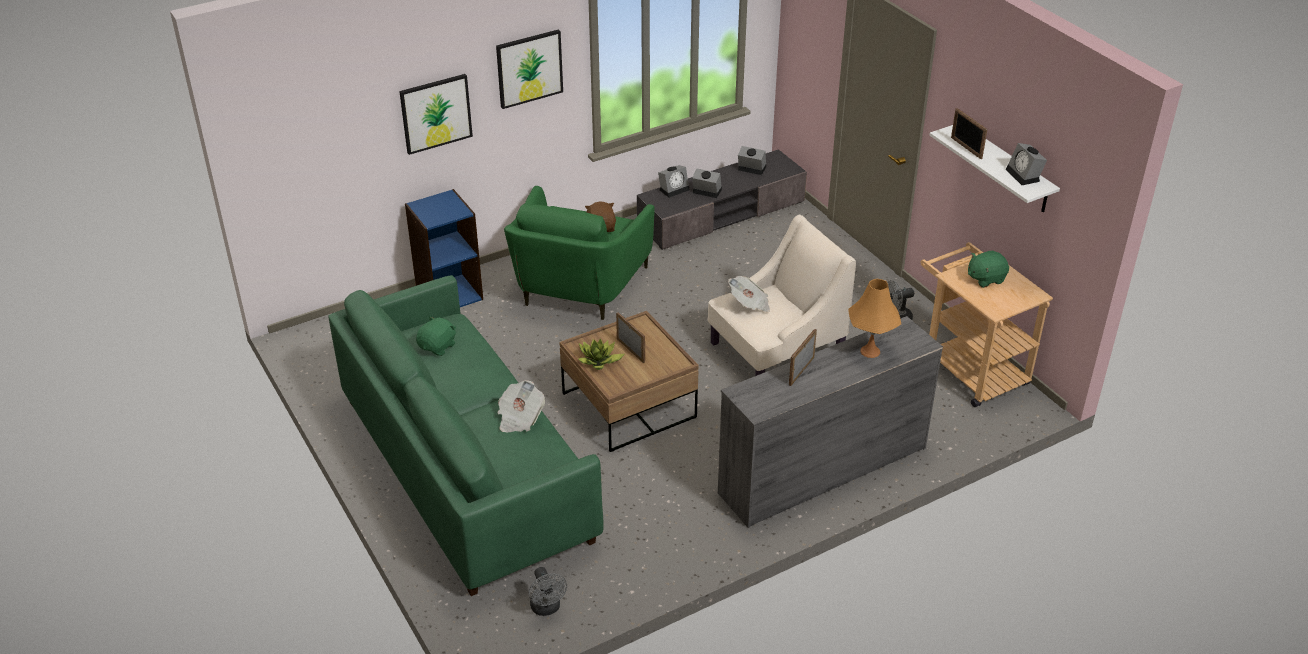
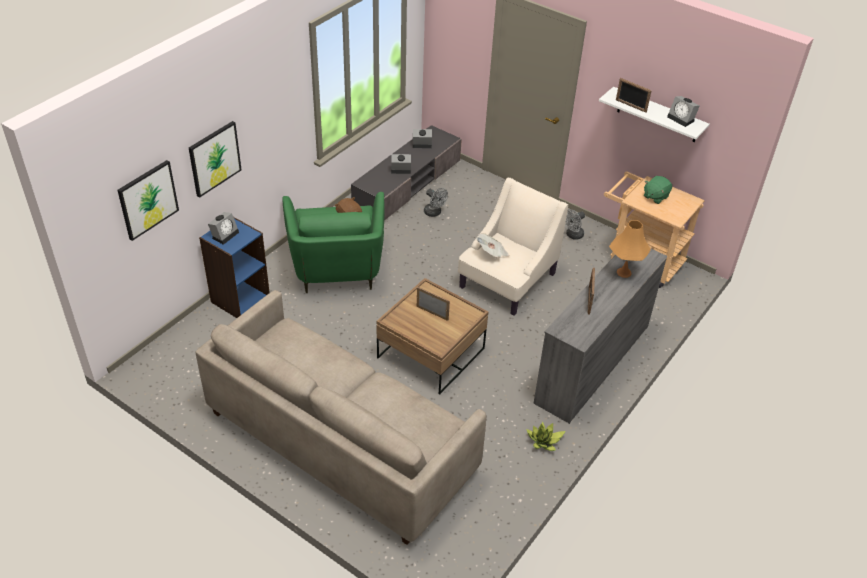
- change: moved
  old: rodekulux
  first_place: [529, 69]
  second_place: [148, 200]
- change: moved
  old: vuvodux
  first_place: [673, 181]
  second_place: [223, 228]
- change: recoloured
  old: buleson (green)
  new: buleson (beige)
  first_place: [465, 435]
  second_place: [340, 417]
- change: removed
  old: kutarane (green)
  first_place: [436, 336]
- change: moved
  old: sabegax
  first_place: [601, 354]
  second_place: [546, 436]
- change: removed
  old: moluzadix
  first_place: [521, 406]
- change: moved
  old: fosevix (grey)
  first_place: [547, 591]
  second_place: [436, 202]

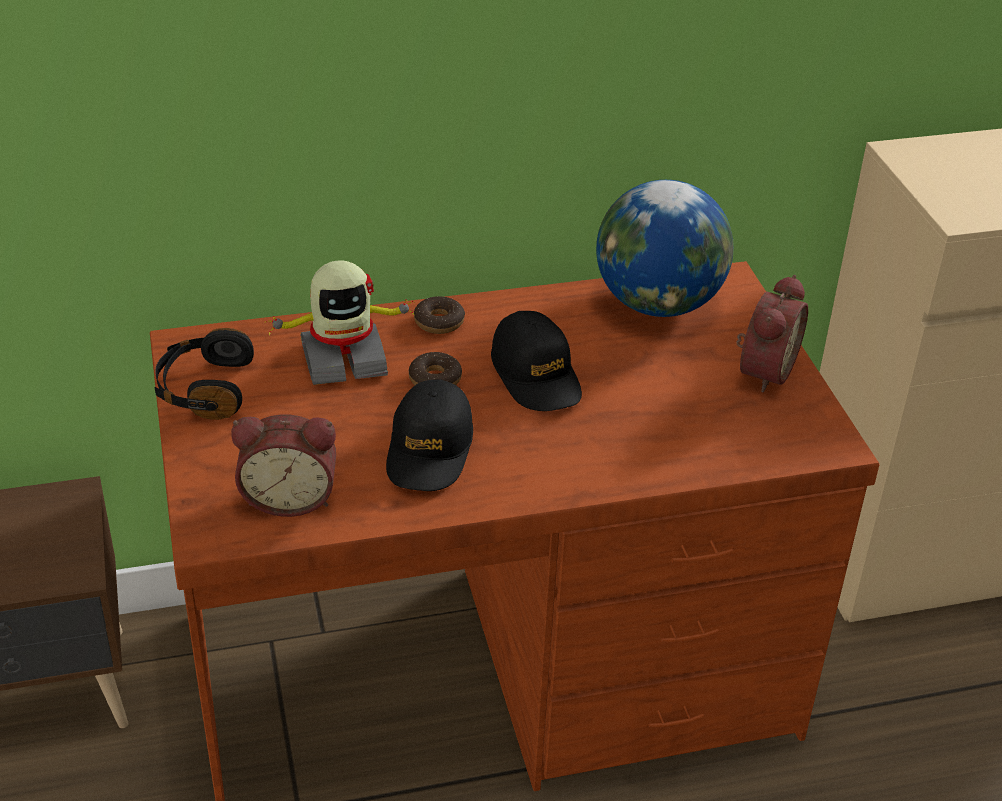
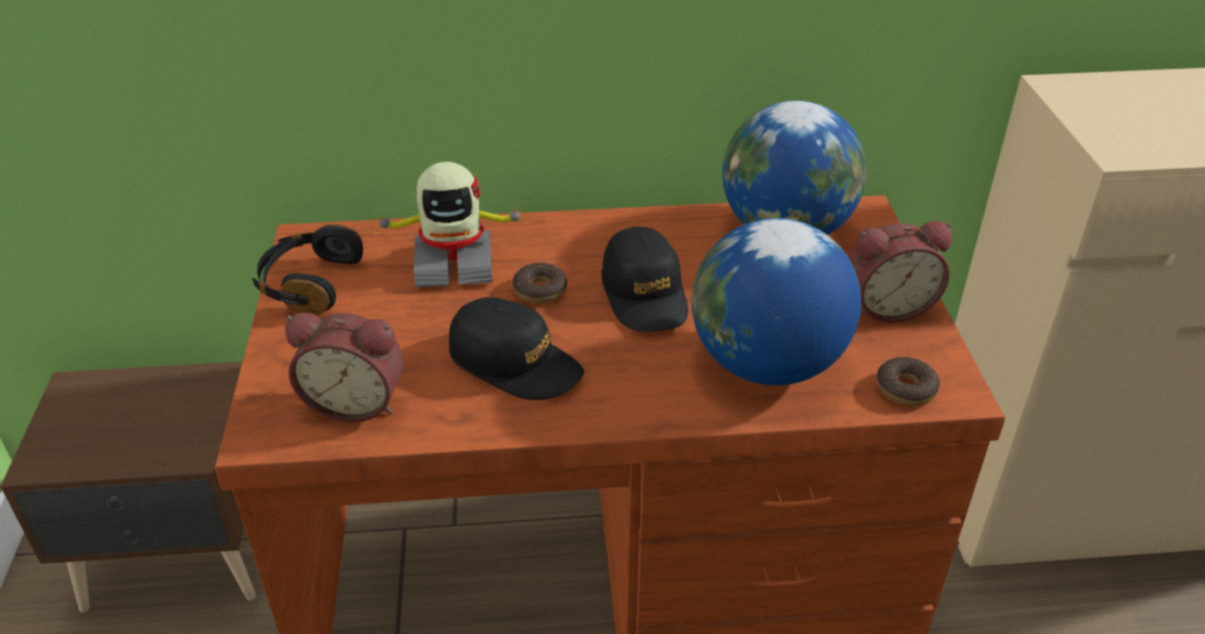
- change: turned
  old: vuvodux
  first_place: [772, 334]
  second_place: [900, 272]
  degrees: 45
- change: moved
  old: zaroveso
  first_place: [439, 315]
  second_place: [908, 381]
- change: turned
  old: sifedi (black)
  first_place: [429, 435]
  second_place: [516, 348]
  degrees: -75
- change: added
  new: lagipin
  second_place: [776, 301]

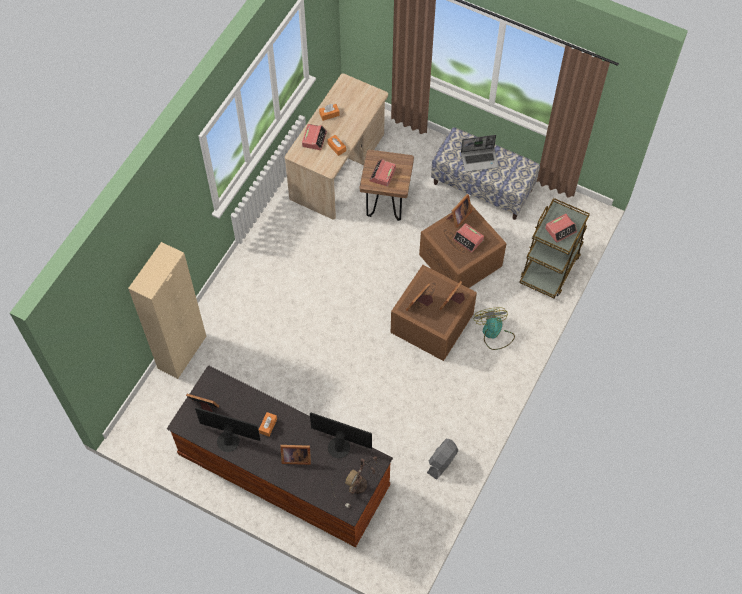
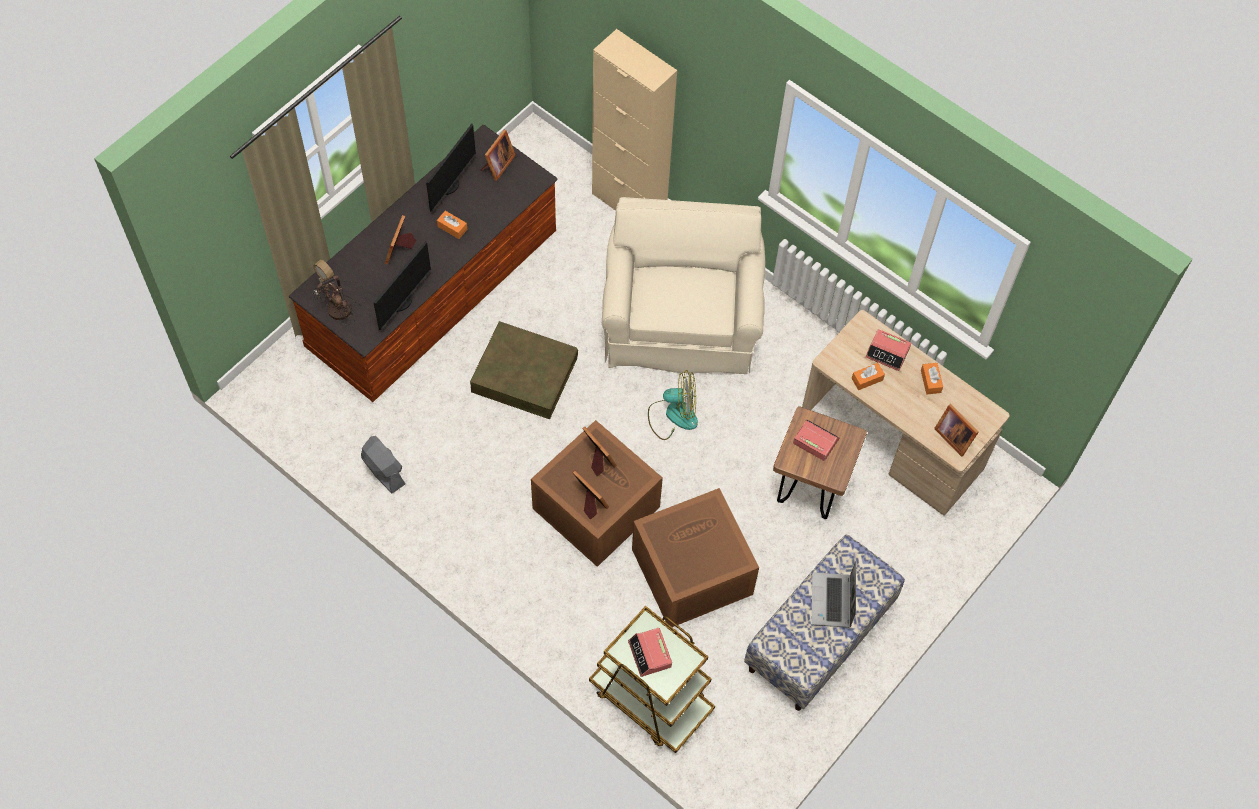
- change: moved
  old: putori
  first_place: [459, 211]
  second_place: [956, 430]
- change: removed
  old: vuvodux
  first_place: [468, 238]
- change: moved
  old: fosevix
  first_place: [494, 328]
  second_place: [673, 405]
- change: added
  new: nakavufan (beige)
  second_place: [683, 285]
- change: added
  new: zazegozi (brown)
  second_place: [524, 370]

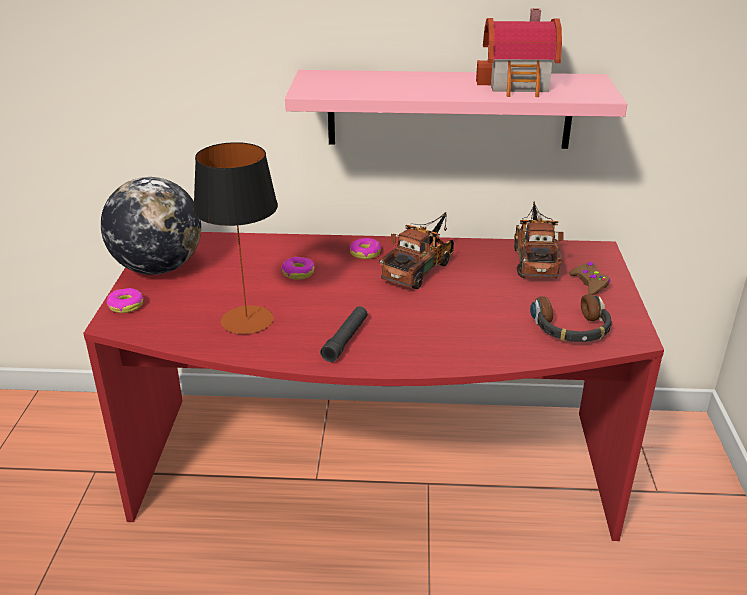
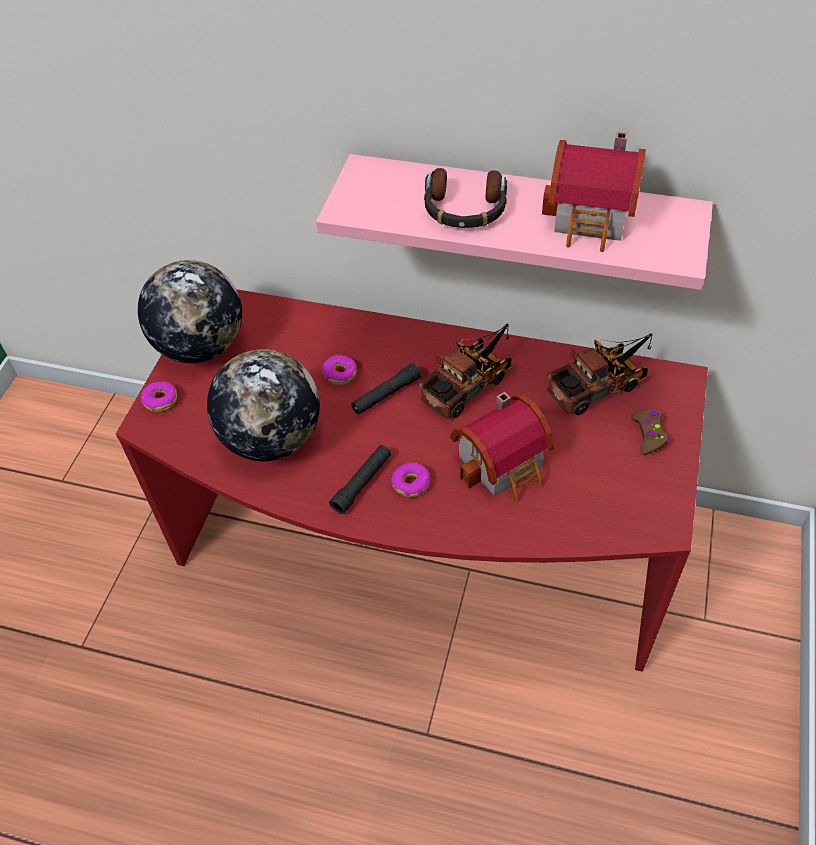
- change: replaced
  old: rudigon
  new: lagipin
  first_place: [235, 238]
  second_place: [263, 405]
- change: turned
  old: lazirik
  first_place: [538, 239]
  second_place: [599, 374]
  degrees: 45
- change: moved
  old: zaroveso
  first_place: [365, 248]
  second_place: [411, 480]
- change: moved
  old: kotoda
  first_place: [571, 318]
  second_place: [465, 198]
- change: added
  new: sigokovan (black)
  second_place: [386, 389]
- change: added
  new: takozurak
  second_place: [502, 447]

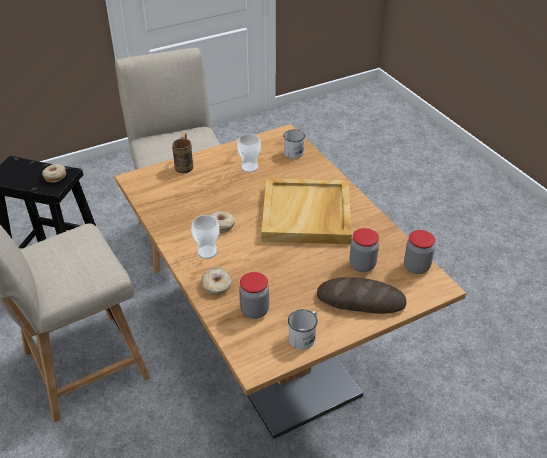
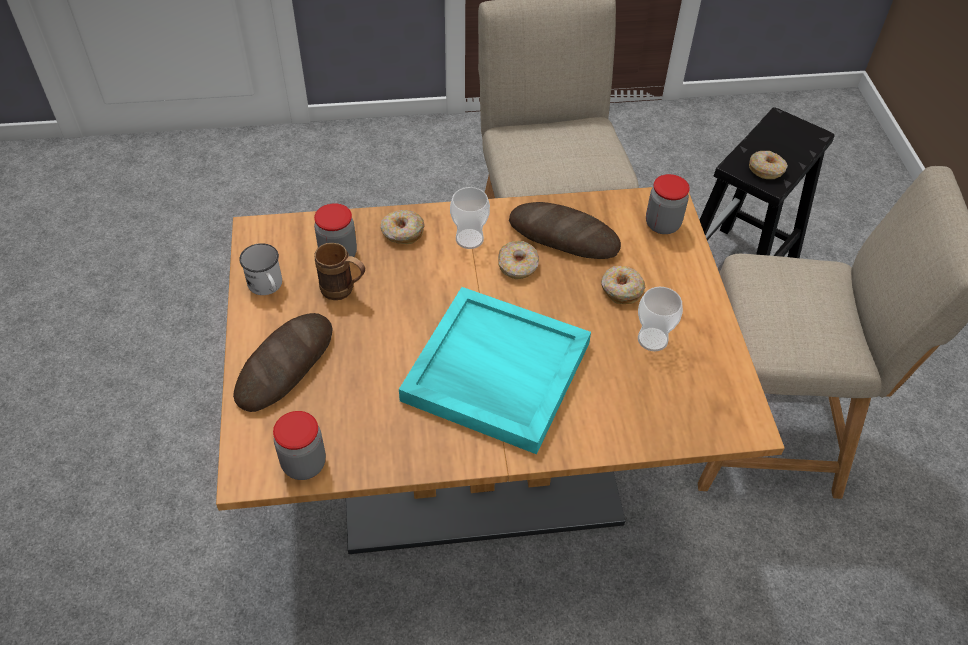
- change: removed
  old: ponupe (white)
  first_place: [294, 144]
- change: moved
  old: ponupe (brown)
  first_place: [182, 153]
  second_place: [340, 271]
- change: recoloured
  old: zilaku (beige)
  new: zilaku (turquoise)
  first_place: [306, 211]
  second_place: [495, 370]
- change: moved
  old: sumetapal
  first_place: [364, 250]
  second_place: [668, 204]
- change: added
  new: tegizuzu
  second_place: [565, 230]
- change: added
  new: zaroveso
  second_place: [623, 285]

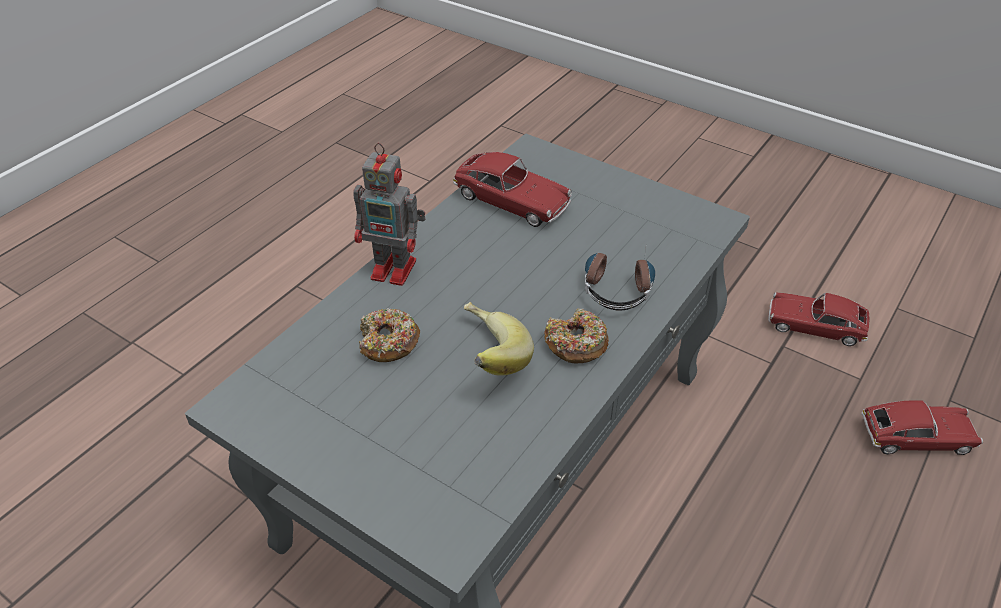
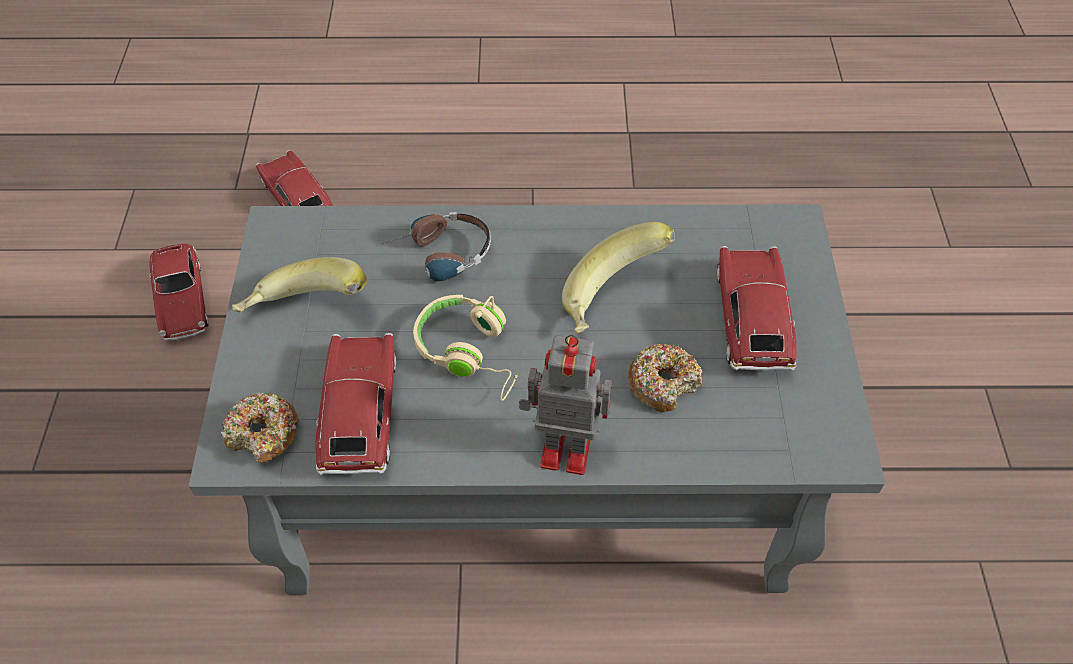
- change: turned
  old: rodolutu
  first_place: [389, 214]
  second_place: [565, 405]
  degrees: -60
- change: moved
  old: zaroveso
  first_place: [576, 336]
  second_place: [260, 428]
- change: added
  new: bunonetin
  second_place: [757, 308]
- change: added
  new: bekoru
  second_place: [299, 284]
- change: added
  new: kotoda (beige)
  second_place: [466, 348]

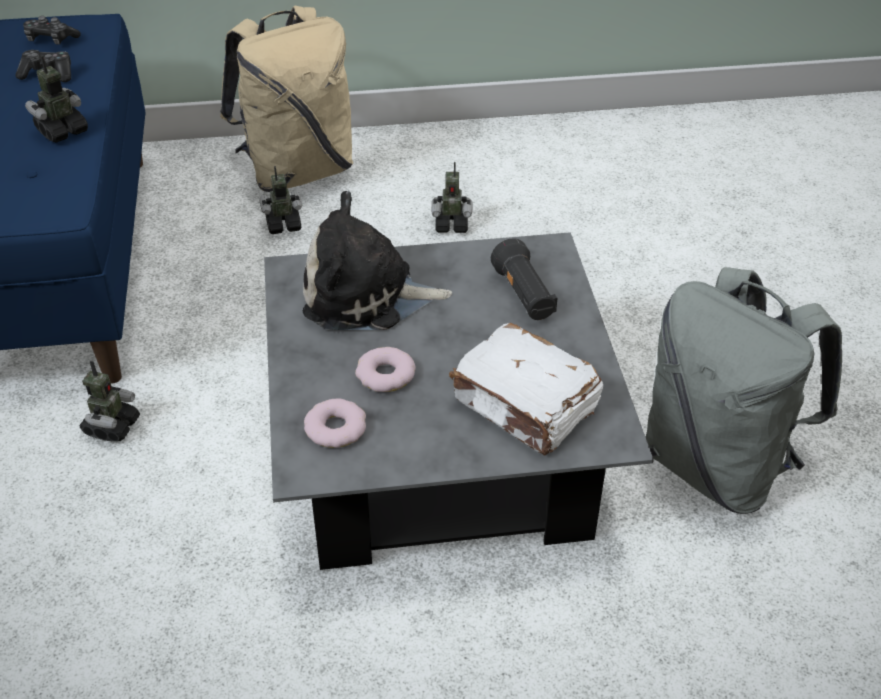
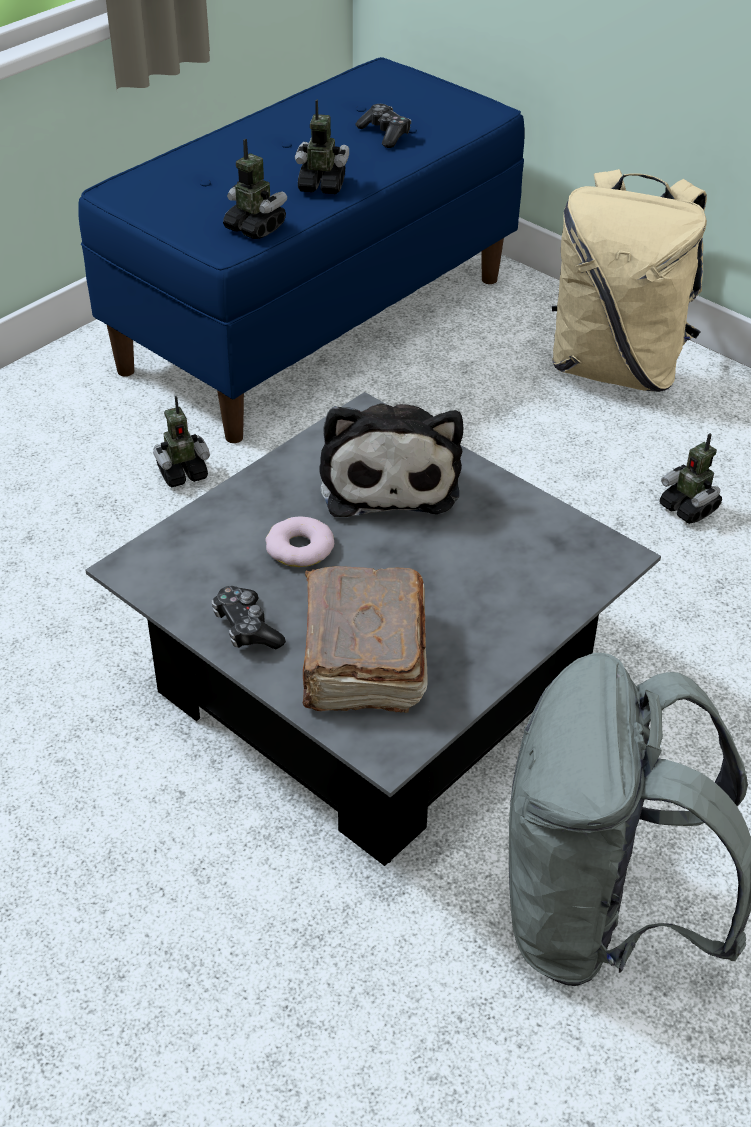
- change: moved
  old: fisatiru
  first_place: [52, 30]
  second_place: [248, 617]
- change: moved
  old: rodolutu
  first_place: [281, 200]
  second_place: [255, 189]
- change: turned
  old: kutarane
  first_place: [377, 260]
  second_place: [391, 460]
  degrees: -150
- change: removed
  old: sigokovan (black)
  first_place: [524, 279]
- change: recoloured
  old: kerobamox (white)
  new: kerobamox (brown)
  first_place: [526, 389]
  second_place: [365, 639]
- change: removed
  old: zaroveso
  first_place: [335, 423]

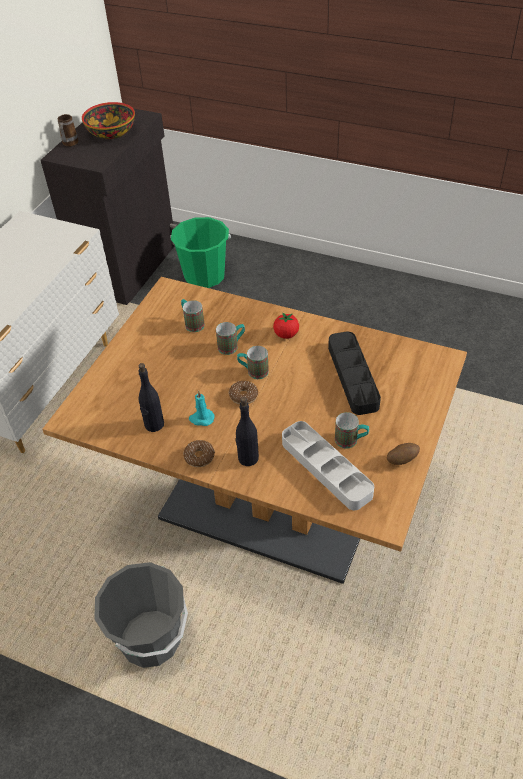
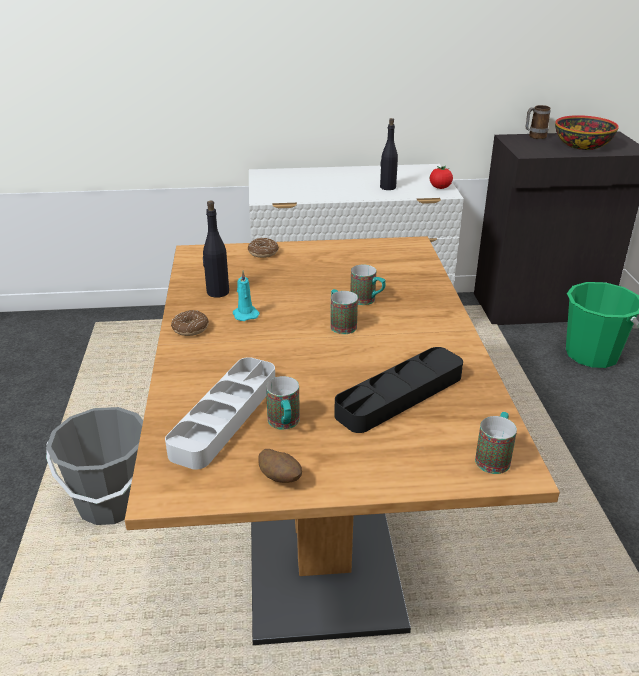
- change: moved
  old: ponupe
  first_place: [193, 315]
  second_place: [496, 443]
- change: moved
  old: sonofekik
  first_place: [286, 325]
  second_place: [441, 177]
- change: moved
  old: zaroveso
  first_place: [243, 392]
  second_place: [263, 248]
- change: moved
  old: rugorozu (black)
  first_place: [247, 431]
  second_place: [389, 154]

